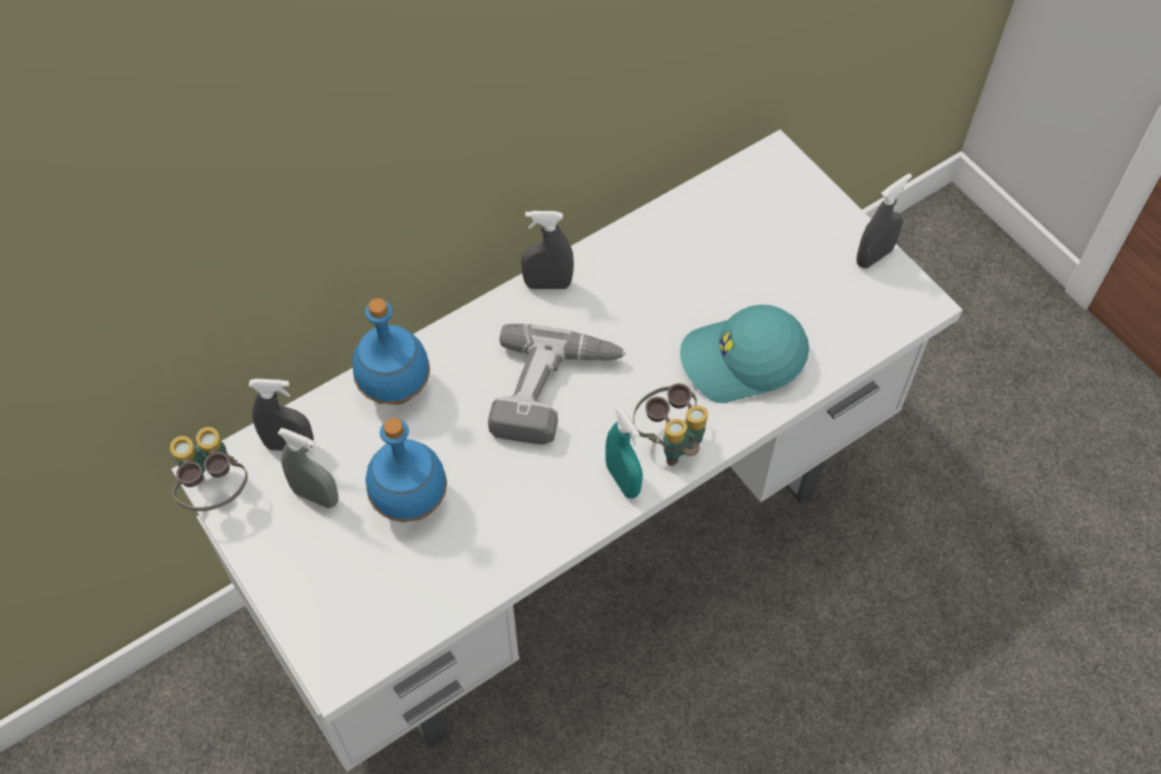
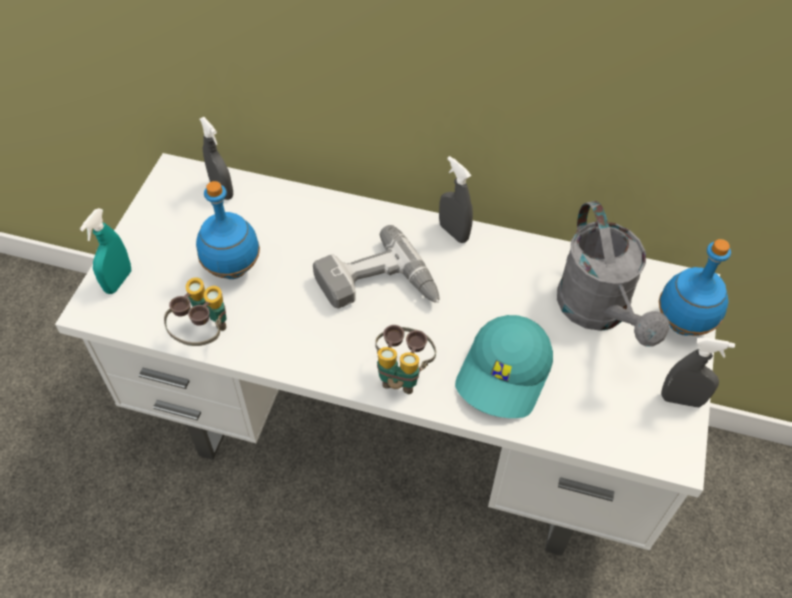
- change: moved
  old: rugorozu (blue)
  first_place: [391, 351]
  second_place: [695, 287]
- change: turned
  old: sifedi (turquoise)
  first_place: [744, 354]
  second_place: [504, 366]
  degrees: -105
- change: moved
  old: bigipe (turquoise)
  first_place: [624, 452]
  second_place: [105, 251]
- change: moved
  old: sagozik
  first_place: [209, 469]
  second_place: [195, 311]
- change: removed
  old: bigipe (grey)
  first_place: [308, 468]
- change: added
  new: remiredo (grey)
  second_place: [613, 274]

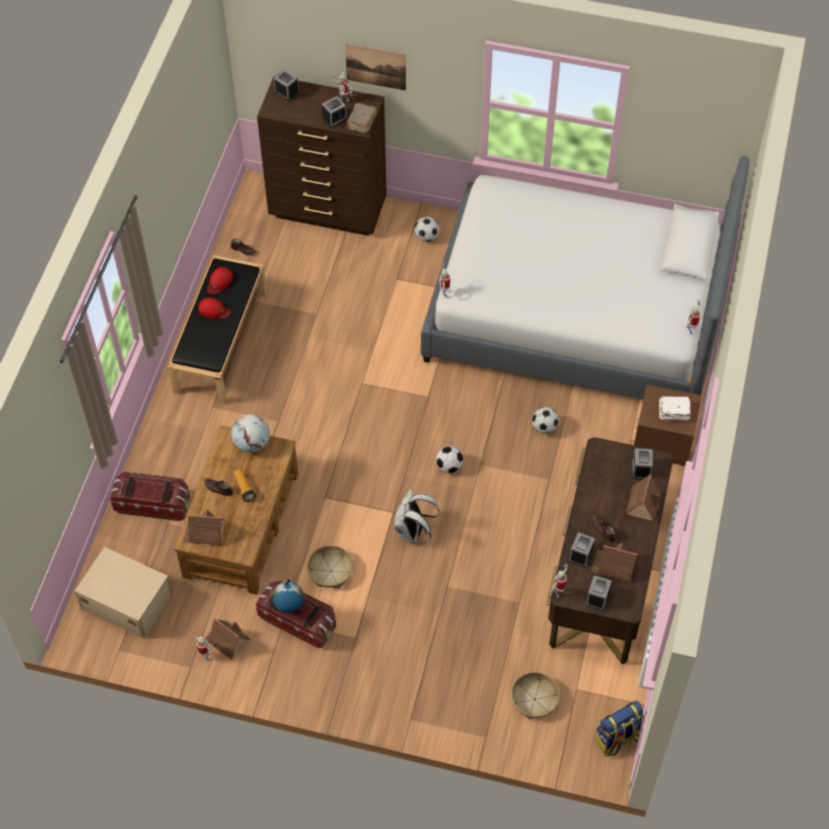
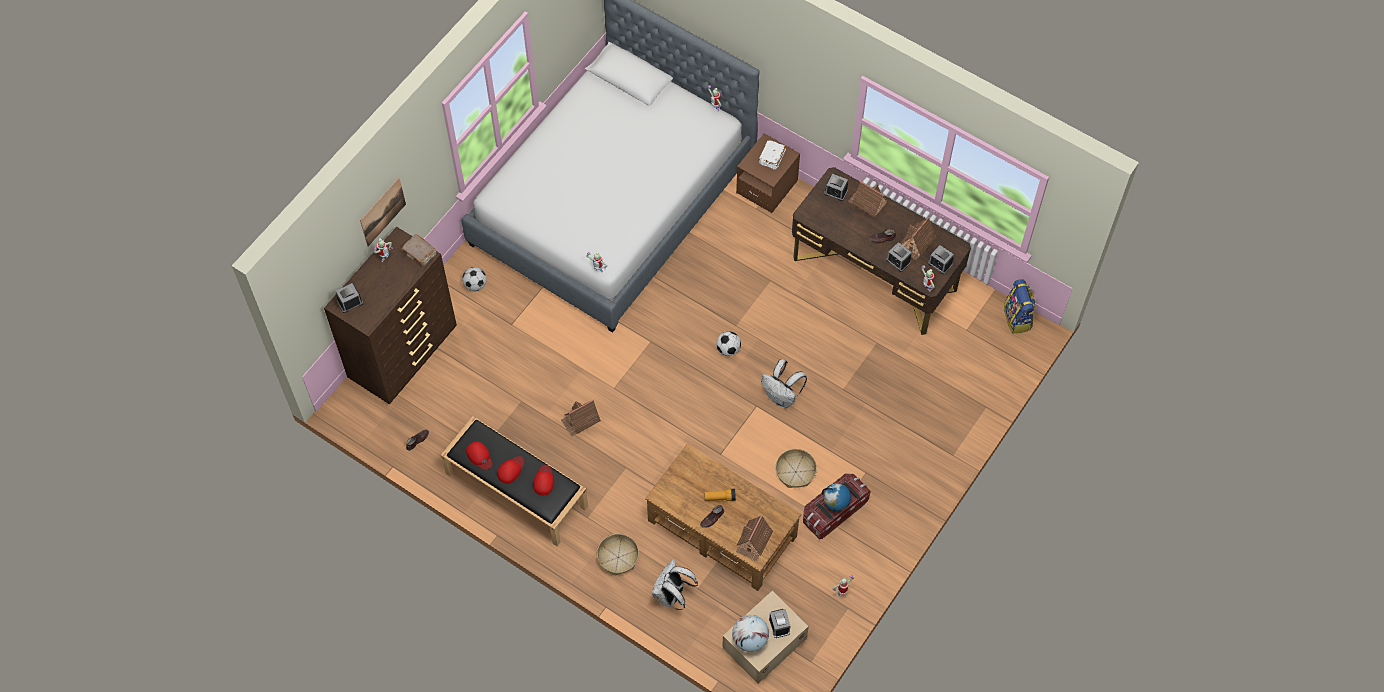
- change: moved
  old: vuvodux
  first_place: [335, 112]
  second_place: [780, 623]
- change: removed
  old: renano
  first_place: [545, 420]
- change: moved
  old: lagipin
  first_place: [250, 433]
  second_place: [750, 633]
- change: replaced
  old: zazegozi
  new: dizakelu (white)
  first_place: [150, 496]
  second_place: [675, 584]
- change: moved
  old: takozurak
  first_place: [227, 639]
  second_place: [581, 418]
- change: moved
  old: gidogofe
  first_place: [535, 695]
  second_place: [618, 555]
- change: added
  new: sifedi (red)
  second_place: [543, 480]

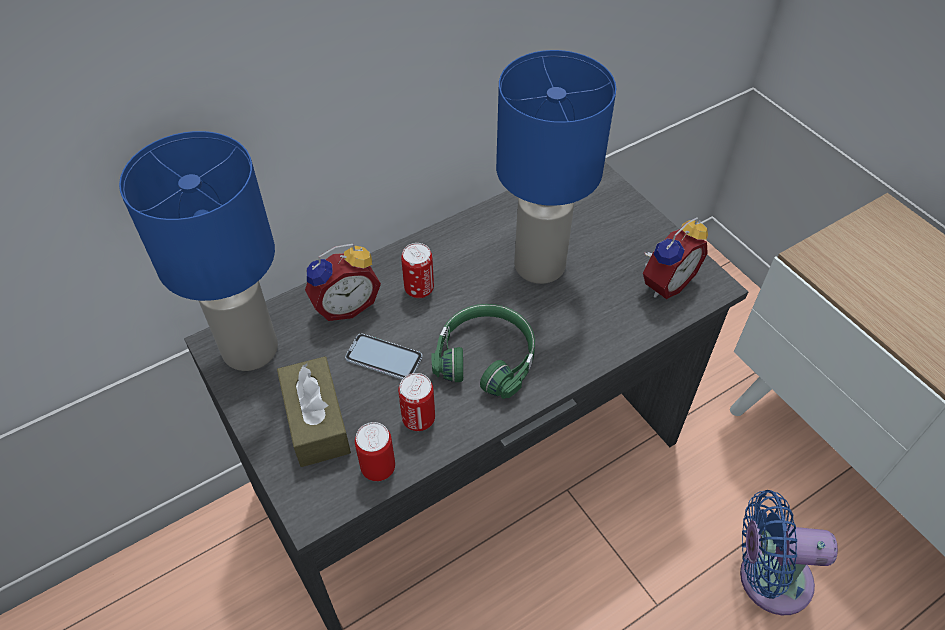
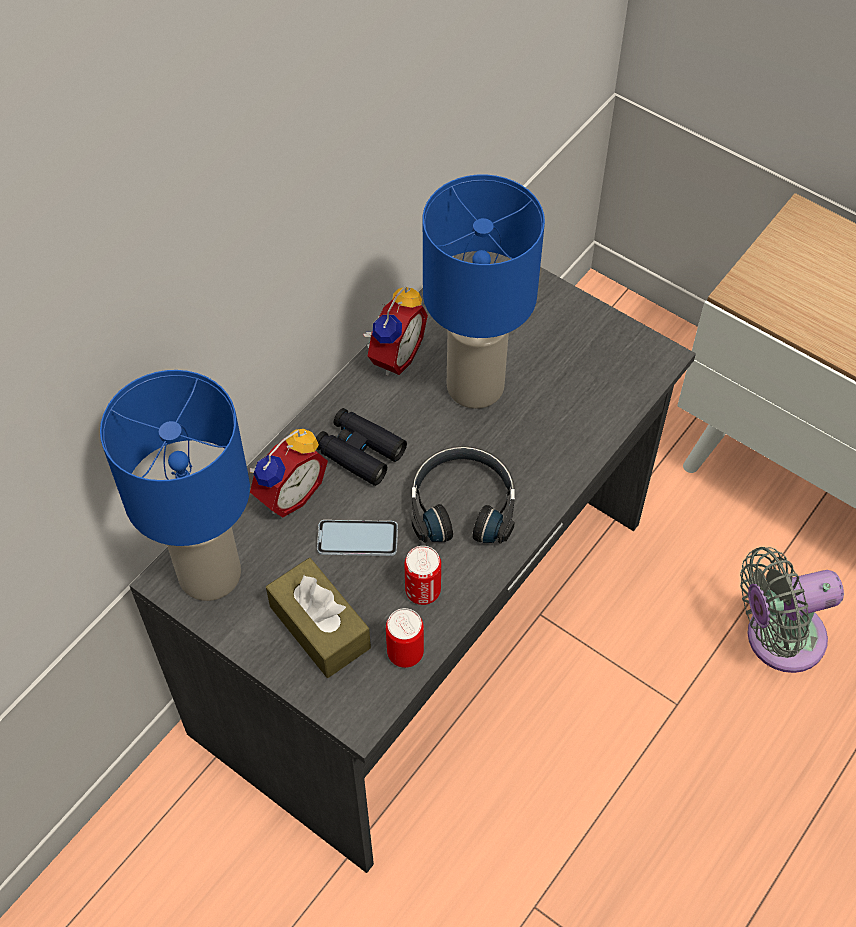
- change: moved
  old: vuvodux
  first_place: [675, 258]
  second_place: [395, 331]
- change: replaced
  old: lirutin
  new: sagozik (black)
  first_place: [417, 270]
  second_place: [361, 447]
- change: recoloured
  old: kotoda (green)
  new: kotoda (black)
  first_place: [483, 351]
  second_place: [463, 495]
- change: recoloured
  old: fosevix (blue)
  new: fosevix (grey)
  first_place: [789, 552]
  second_place: [792, 610]

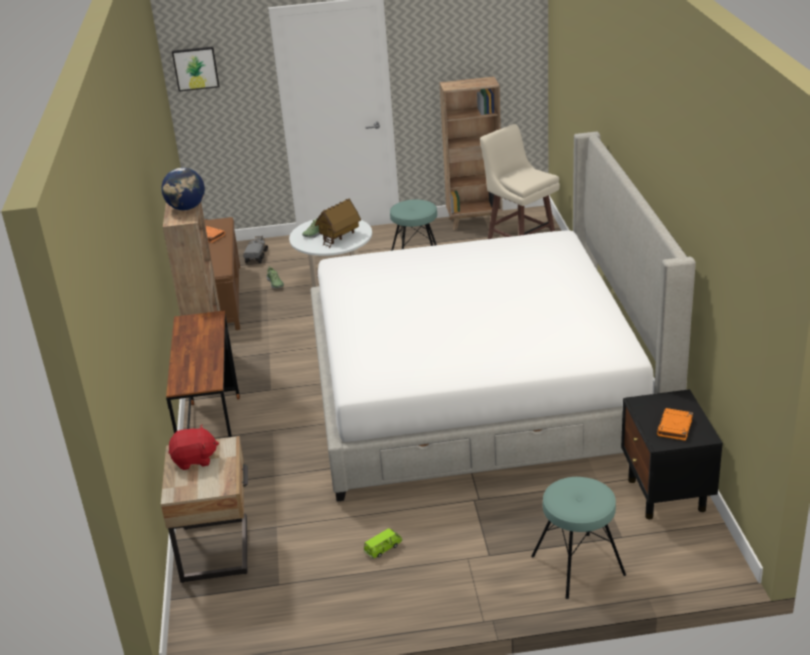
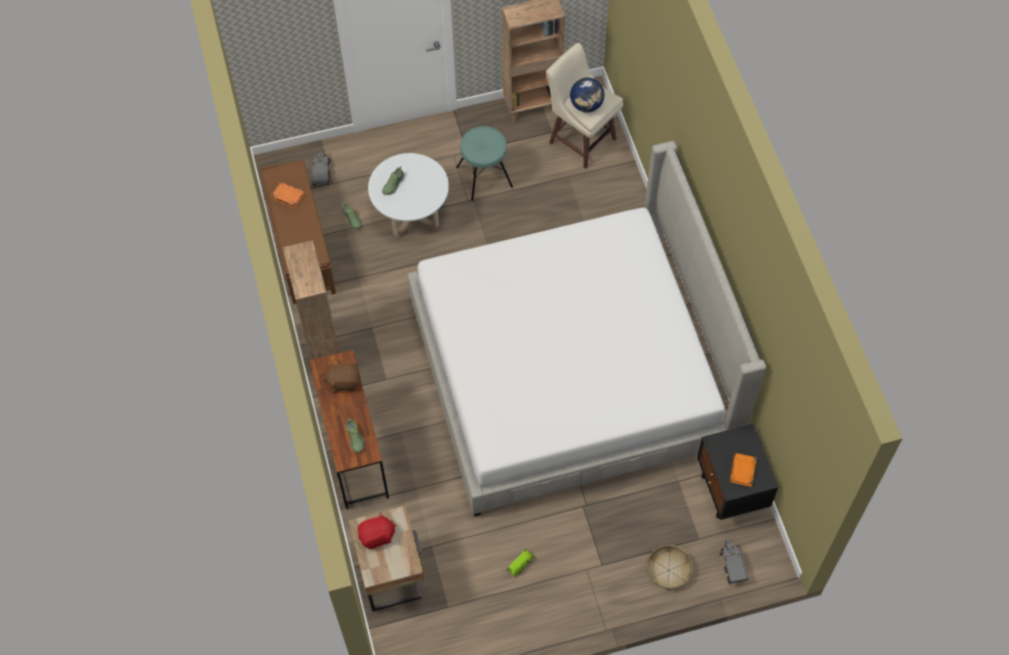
- change: removed
  old: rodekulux
  first_place: [195, 69]
- change: moved
  old: lagipin
  first_place: [183, 189]
  second_place: [587, 95]
- change: removed
  old: takozurak
  first_place: [338, 223]
- change: replaced
  old: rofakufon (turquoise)
  new: gidogofe
  first_place: [578, 538]
  second_place: [670, 567]
- change: added
  new: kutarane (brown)
  second_place: [342, 376]
- change: added
  new: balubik
  second_place: [355, 435]
- change: added
  new: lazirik
  second_place: [734, 561]

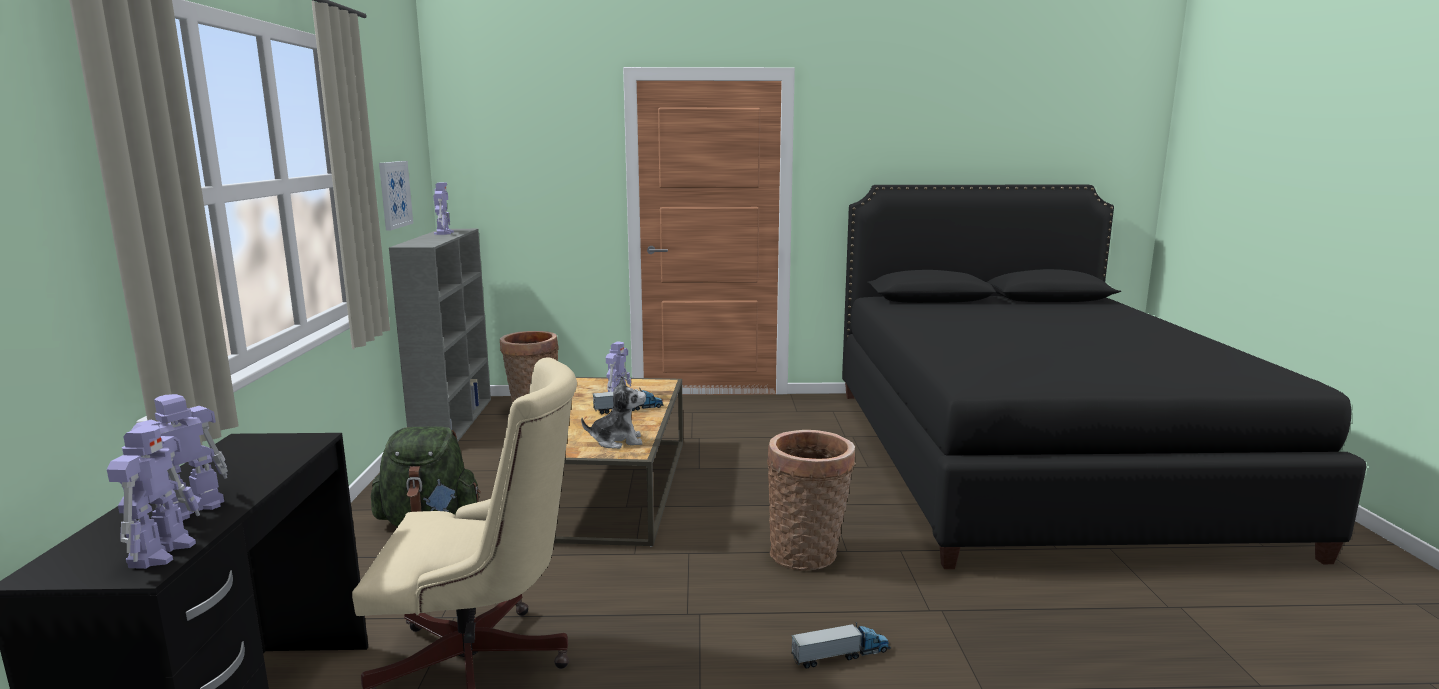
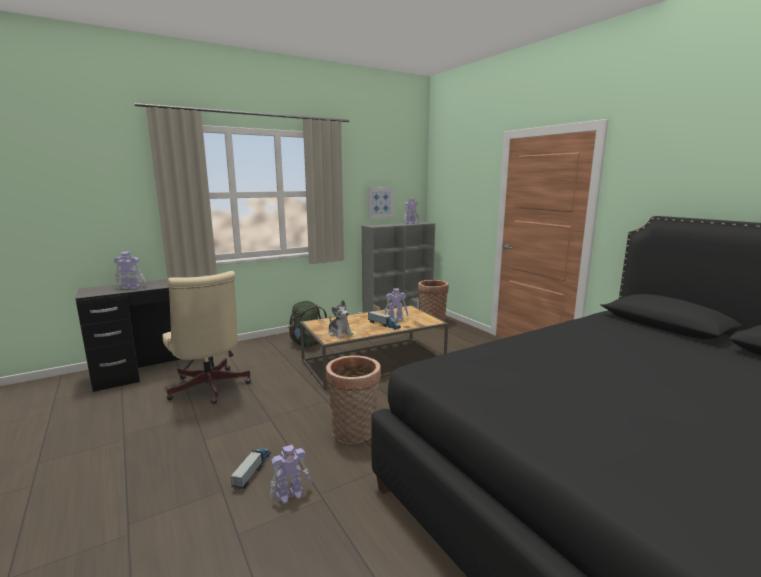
- change: moved
  old: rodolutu
  first_place: [153, 497]
  second_place: [291, 474]
- change: turned
  old: lazirik
  first_place: [841, 645]
  second_place: [250, 469]
  degrees: -120

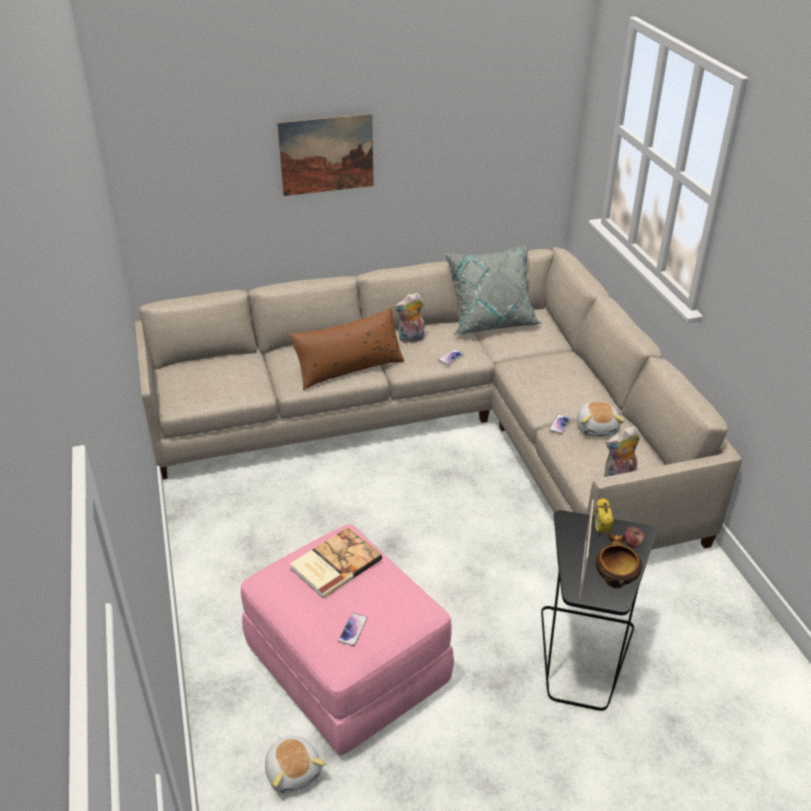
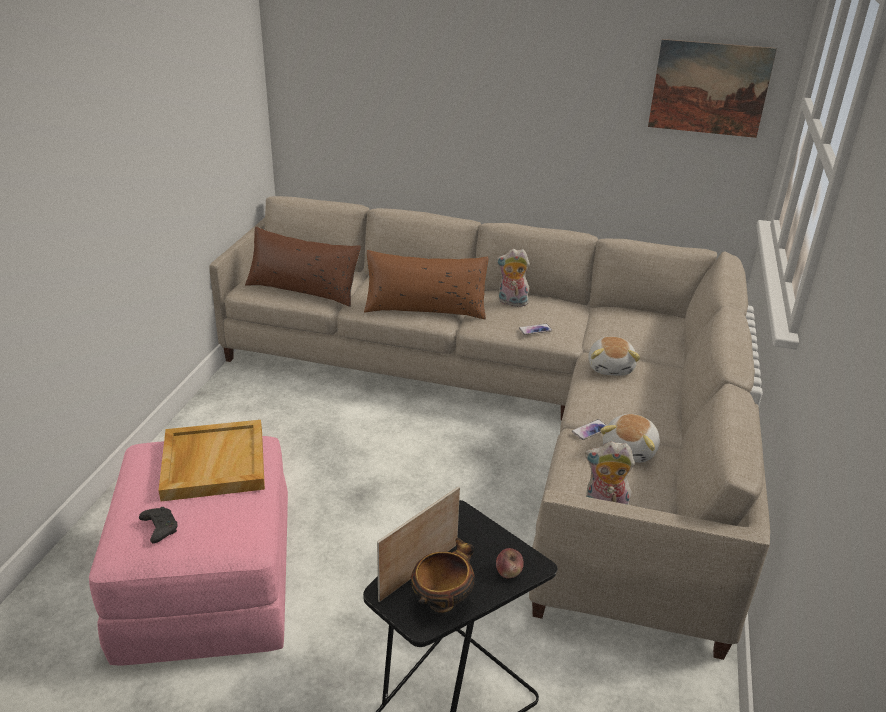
- change: moved
  old: rodekulux
  first_place: [325, 154]
  second_place: [712, 88]
- change: removed
  old: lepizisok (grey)
  first_place: [493, 289]
- change: removed
  old: vuvodux
  first_place: [604, 517]
- change: replaced
  old: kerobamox
  new: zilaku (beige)
  first_place: [336, 562]
  second_place: [211, 461]
- change: replaced
  old: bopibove
  new: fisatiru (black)
  first_place: [353, 629]
  second_place: [158, 525]
- change: moved
  old: kutarane
  first_place: [295, 764]
  second_place: [614, 356]
- change: added
  new: lepizisok (brown)
  second_place: [303, 267]

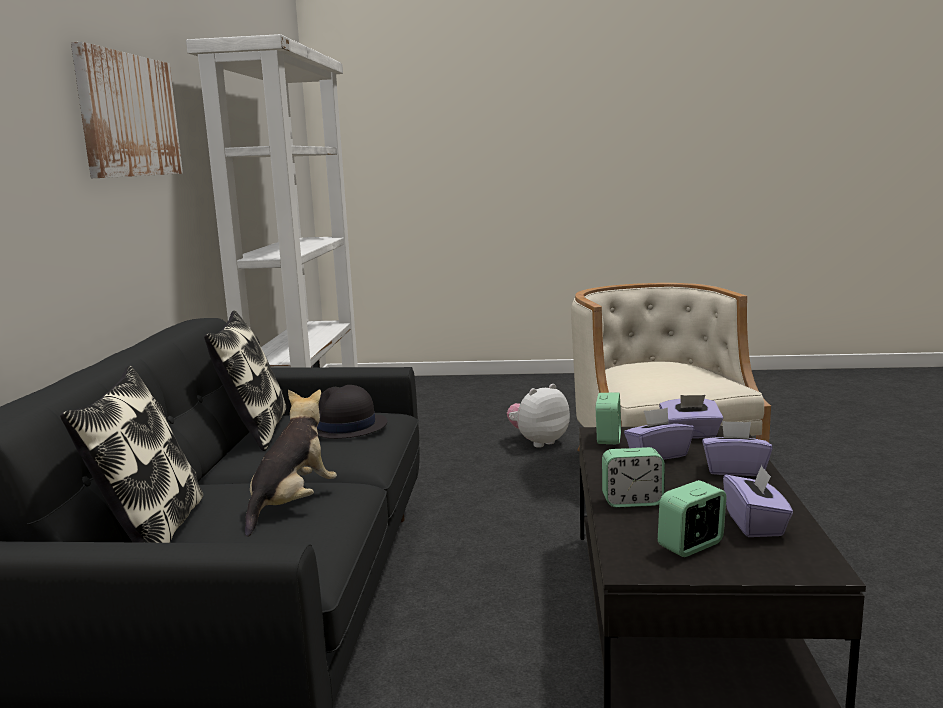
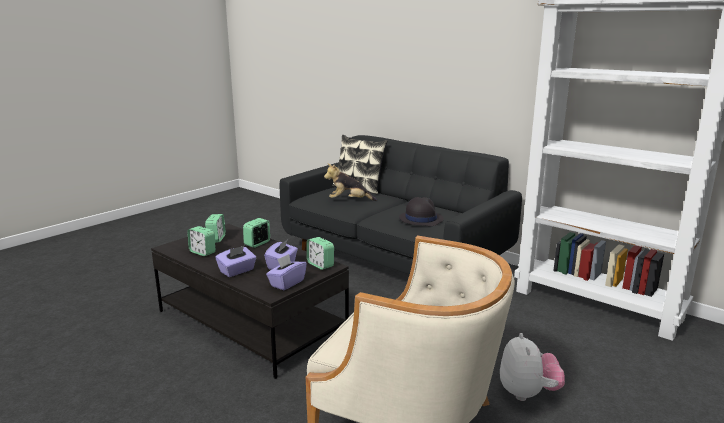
- change: removed
  old: rodekulux
  first_place: [127, 110]
- change: removed
  old: lepizisok
  first_place: [245, 380]
- change: turned
  old: kutarane
  first_place: [291, 463]
  second_place: [350, 182]
  degrees: 120
- change: replaced
  old: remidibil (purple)
  new: vuvodux
  first_place: [758, 501]
  second_place: [201, 241]

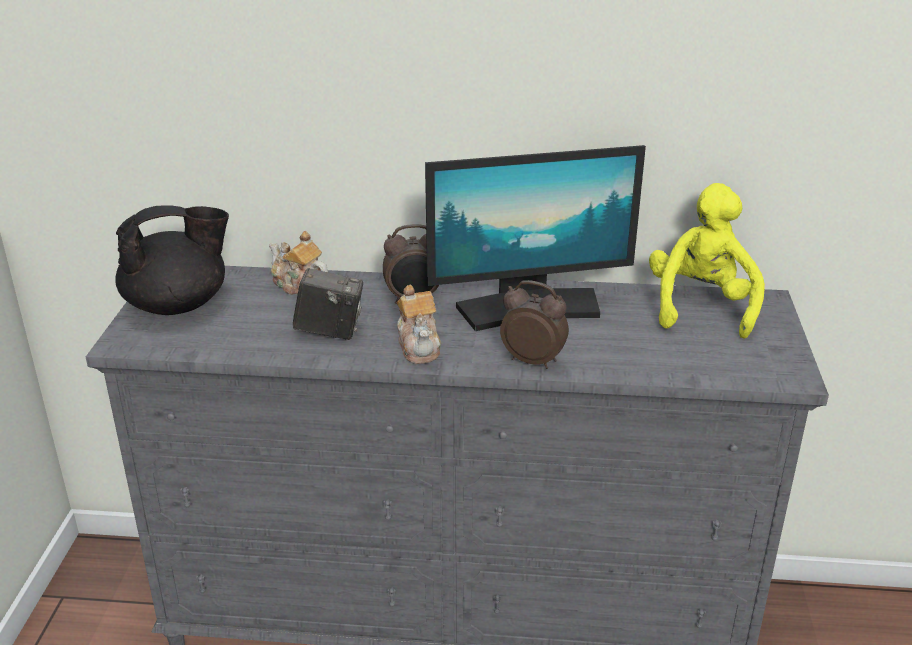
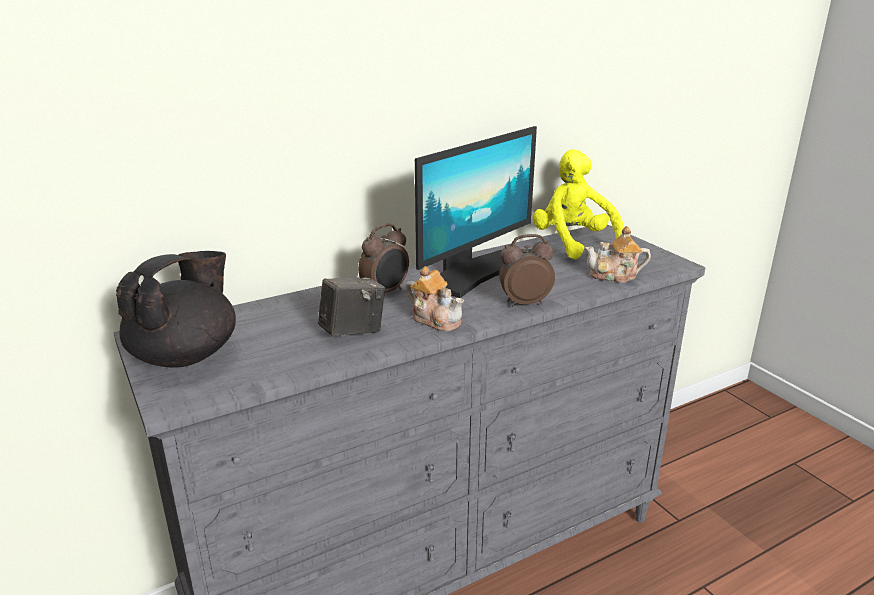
- change: moved
  old: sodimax
  first_place: [298, 263]
  second_place: [618, 254]

